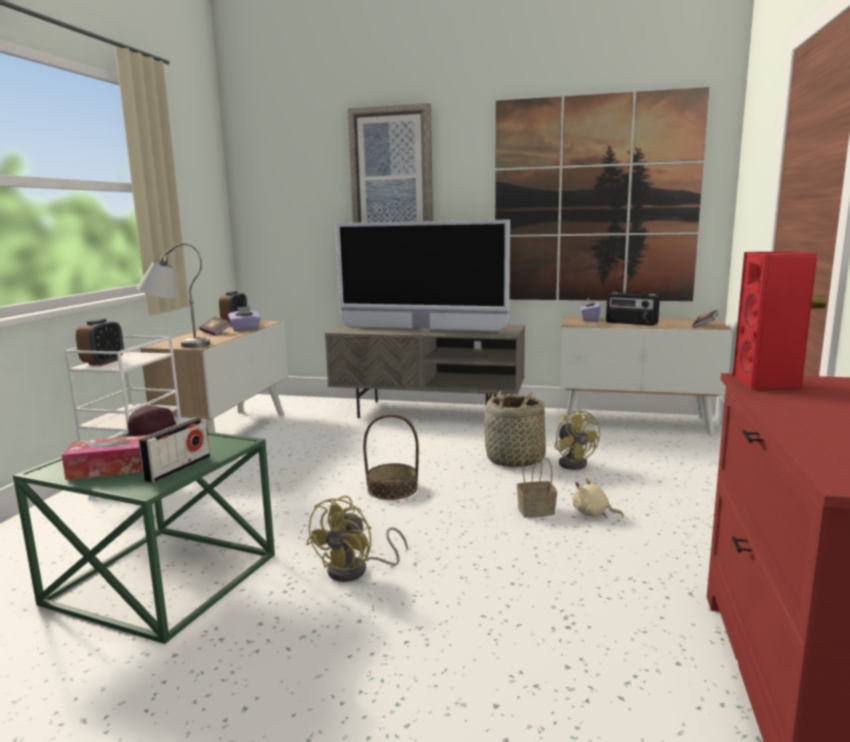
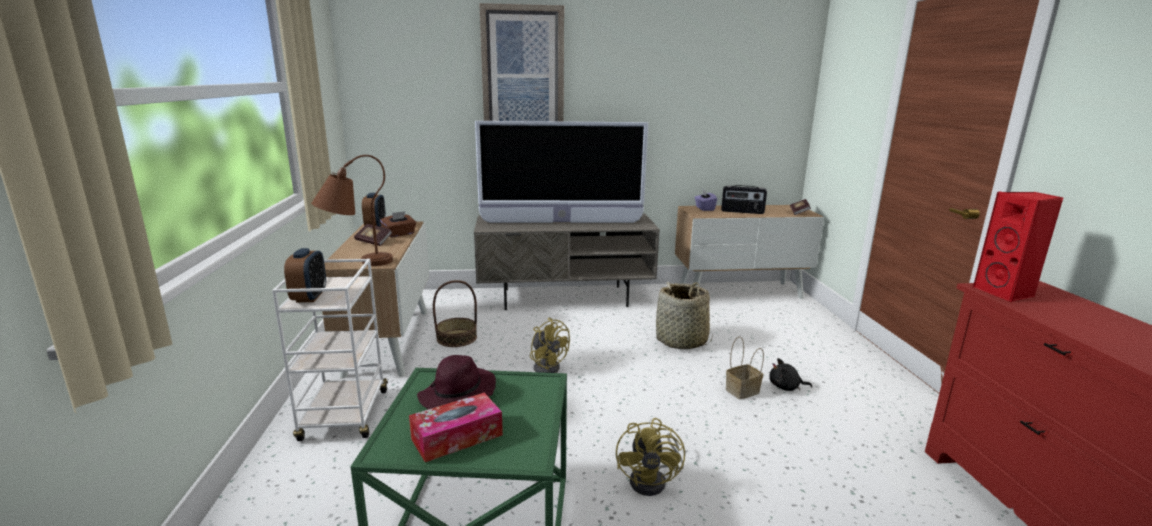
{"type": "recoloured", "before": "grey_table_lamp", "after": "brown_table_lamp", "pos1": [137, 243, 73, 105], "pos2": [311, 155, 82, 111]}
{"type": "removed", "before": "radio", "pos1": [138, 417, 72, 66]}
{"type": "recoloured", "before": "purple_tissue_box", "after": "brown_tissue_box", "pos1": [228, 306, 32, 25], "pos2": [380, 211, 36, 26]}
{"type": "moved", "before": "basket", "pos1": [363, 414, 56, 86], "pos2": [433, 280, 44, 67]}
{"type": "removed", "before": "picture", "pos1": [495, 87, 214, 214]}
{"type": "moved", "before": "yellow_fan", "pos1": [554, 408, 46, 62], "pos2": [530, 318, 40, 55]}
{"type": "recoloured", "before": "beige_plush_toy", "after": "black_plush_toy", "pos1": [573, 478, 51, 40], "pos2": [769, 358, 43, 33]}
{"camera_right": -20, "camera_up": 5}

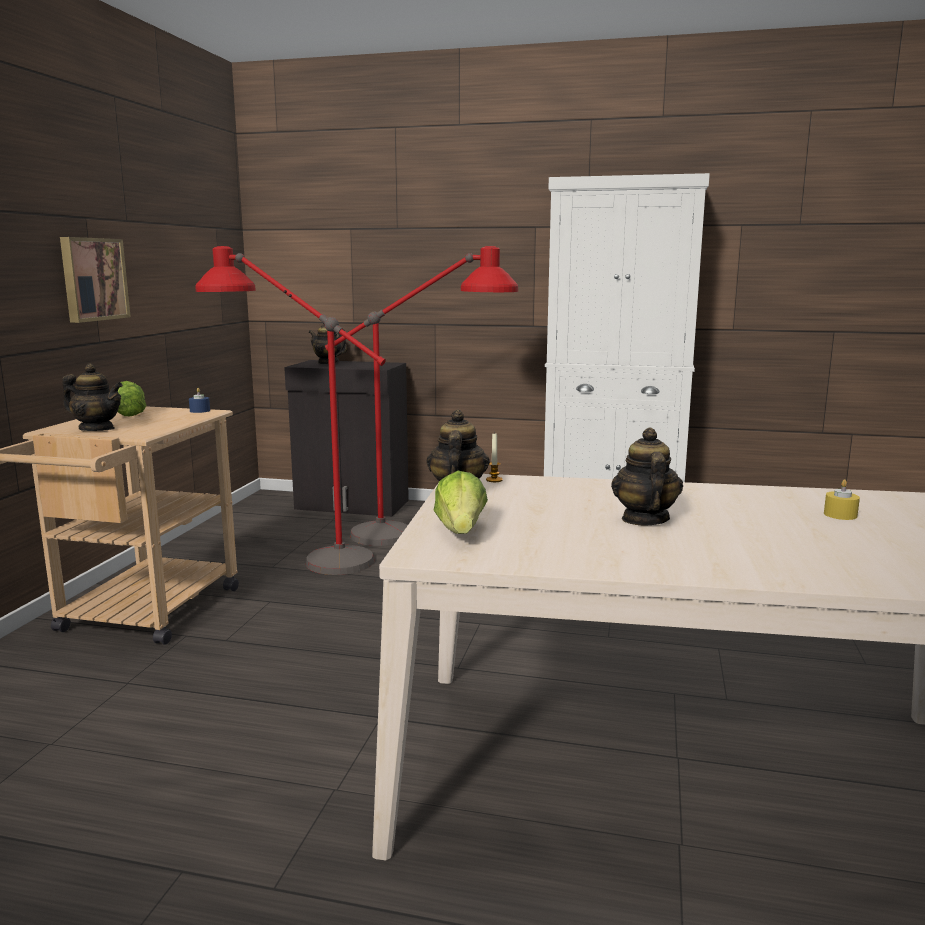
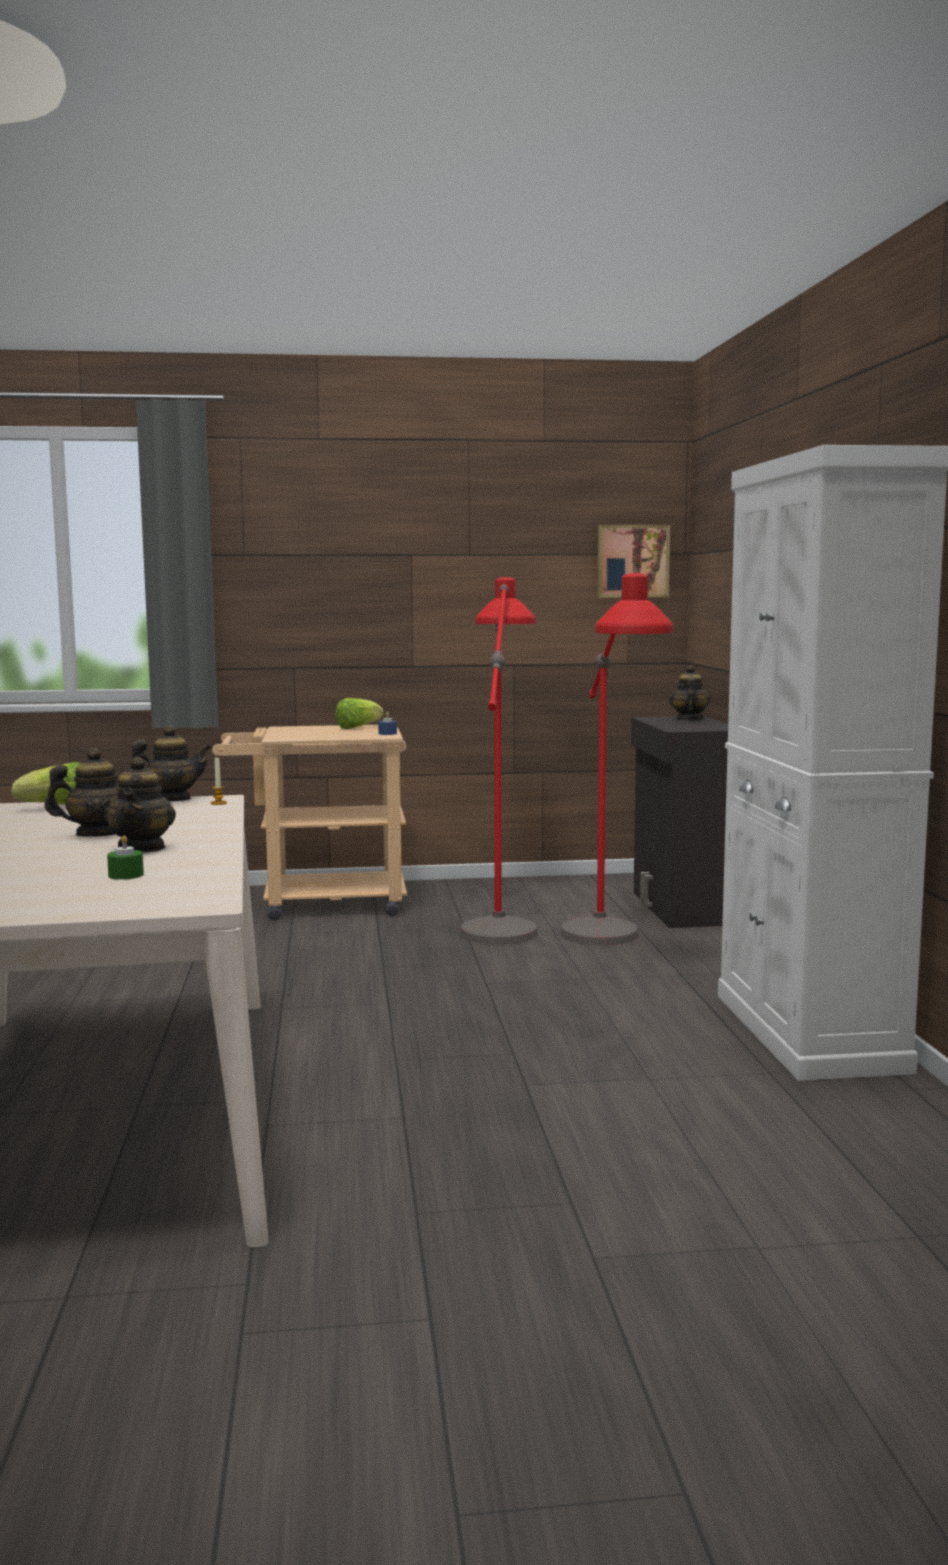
{"type": "moved", "before": "picture", "pos1": [60, 237, 71, 86], "pos2": [597, 525, 73, 73]}
{"type": "moved", "before": "teapot", "pos1": [62, 364, 61, 67], "pos2": [104, 757, 72, 95]}
{"type": "recoloured", "before": "yellow_candle", "after": "green_candle", "pos1": [824, 479, 36, 41], "pos2": [107, 835, 37, 45]}
{"camera_right": 70, "camera_up": -5}

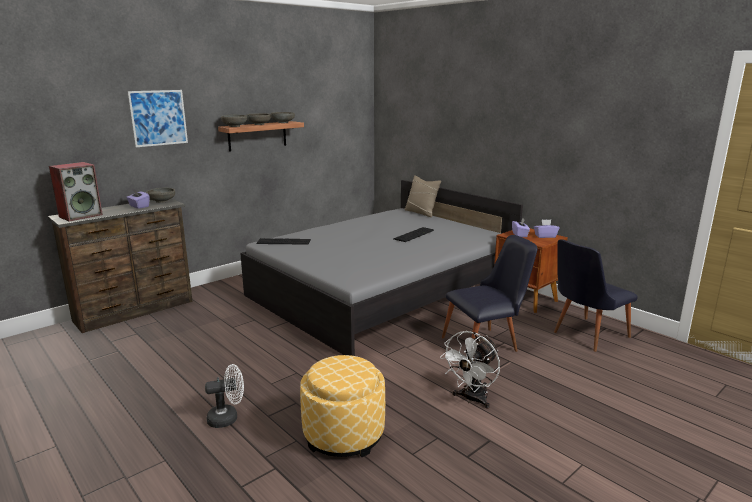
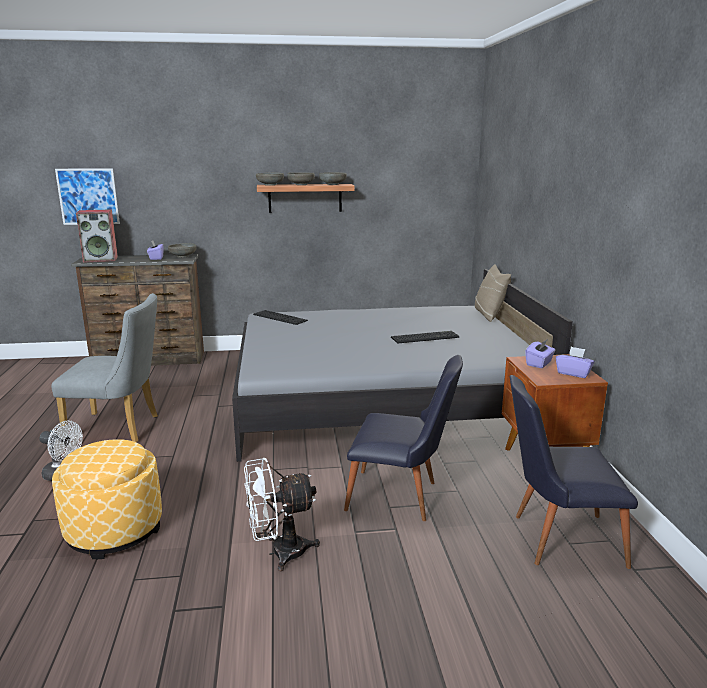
{"type": "moved", "before": "picture", "pos1": [127, 90, 61, 57], "pos2": [55, 168, 65, 57]}
{"type": "added", "after": "grey_chair", "pos2": [51, 293, 107, 149]}
{"camera_right": 35, "camera_up": 0}

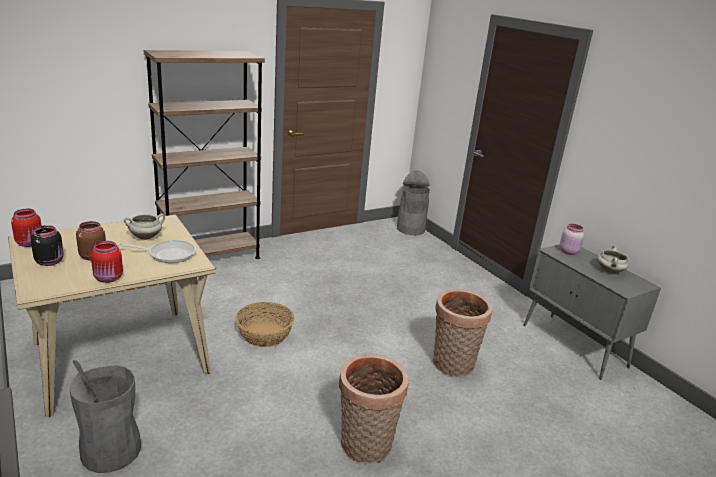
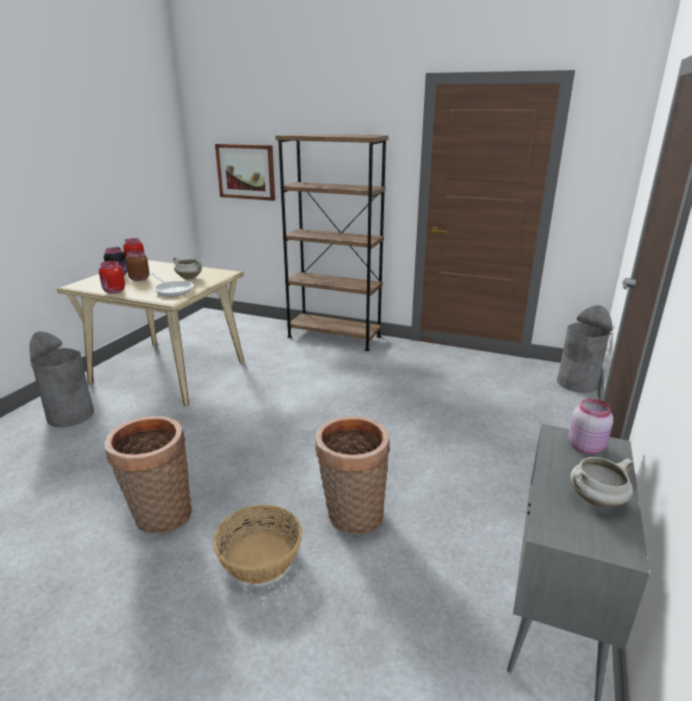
{"type": "moved", "before": "basket", "pos1": [235, 302, 59, 45], "pos2": [213, 505, 89, 79]}
{"type": "added", "after": "picture", "pos2": [215, 144, 60, 57]}
{"camera_right": 55, "camera_up": 0}

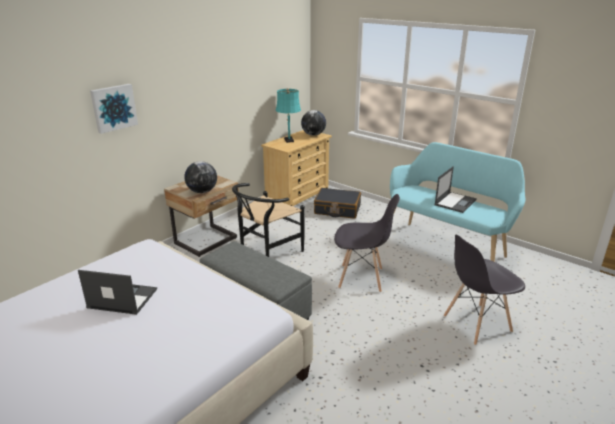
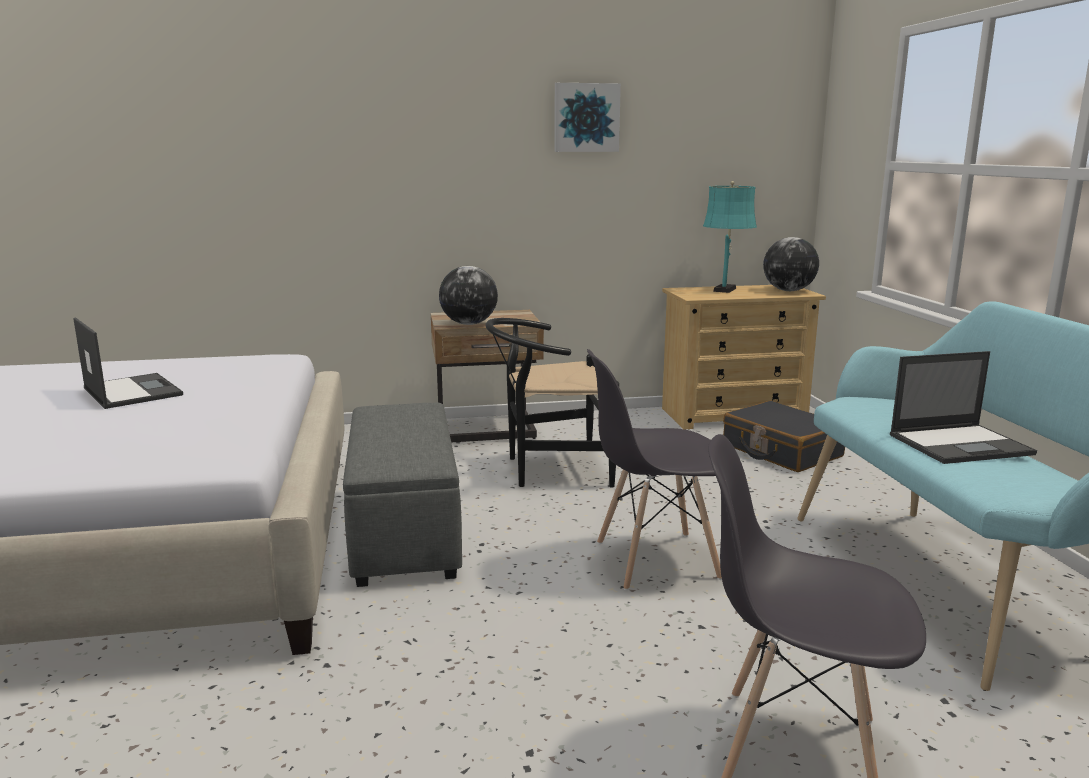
{"type": "moved", "before": "picture", "pos1": [90, 84, 48, 50], "pos2": [554, 83, 67, 69]}
{"type": "turned", "before": "grey_chair", "pos1": [334, 194, 66, 98], "pos2": [587, 349, 135, 241], "turn": 120}
{"camera_right": 40, "camera_up": -10}

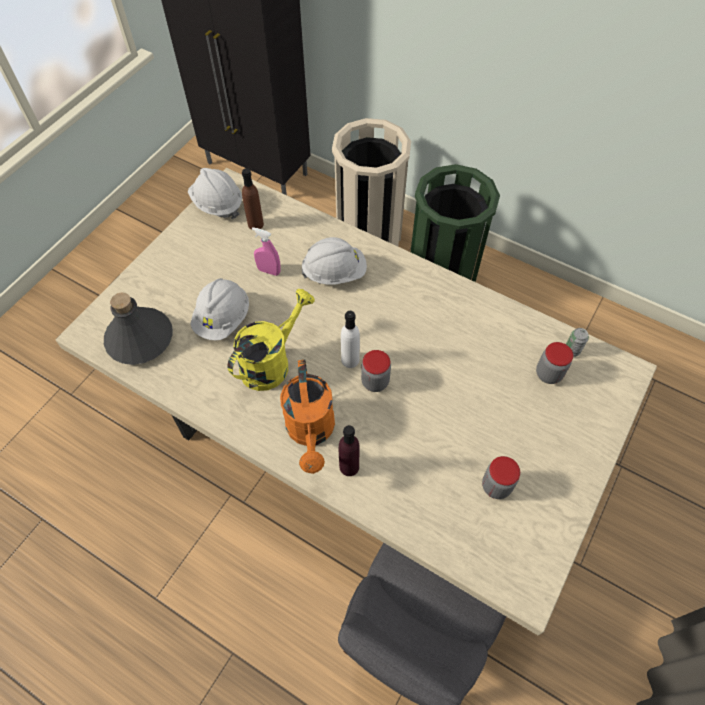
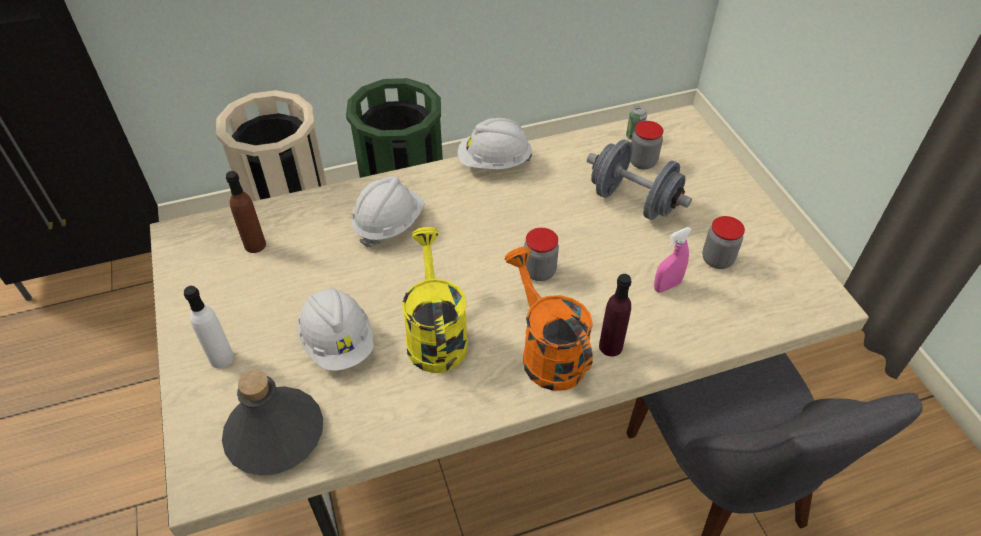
{"type": "moved", "before": "white_hard_hat", "pos1": [188, 168, 54, 51], "pos2": [458, 118, 74, 51]}
{"type": "moved", "before": "pink_spray_bottle", "pos1": [252, 227, 29, 49], "pos2": [654, 227, 38, 65]}
{"type": "turned", "before": "orange_watering_can", "pos1": [280, 360, 55, 114], "pos2": [504, 247, 89, 144], "turn": -150}
{"type": "moved", "before": "white_bottle", "pos1": [341, 311, 19, 57], "pos2": [184, 286, 50, 82]}
{"type": "added", "after": "grey_dumbbell", "pos2": [587, 139, 105, 81]}
{"camera_right": -50, "camera_up": -10}

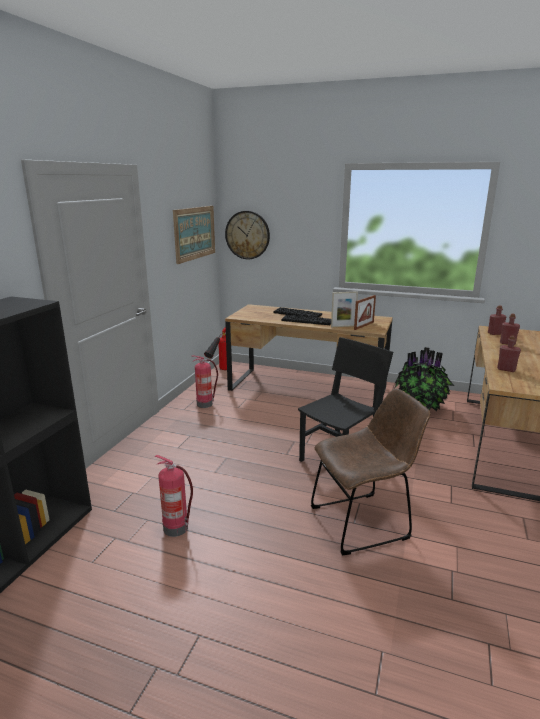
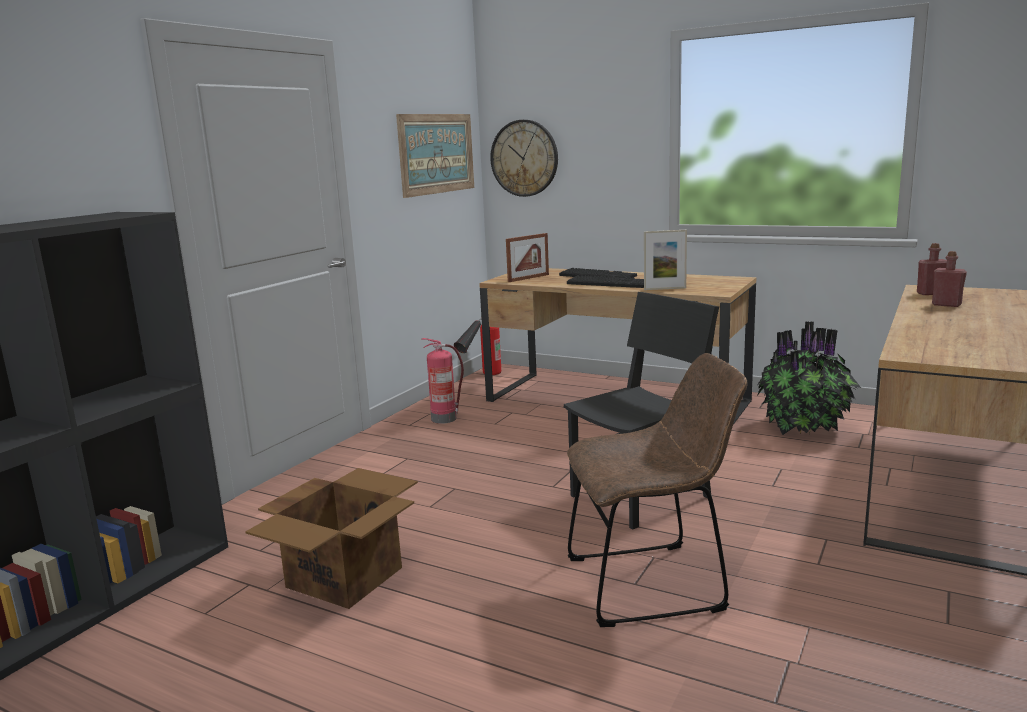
{"type": "replaced", "before": "fire_extinguisher", "after": "cardboard_box", "pos1": [155, 455, 38, 82], "pos2": [245, 468, 173, 141]}
{"type": "moved", "before": "picture_frame", "pos1": [354, 295, 22, 35], "pos2": [506, 233, 43, 49]}
{"type": "removed", "before": "red_bottle", "pos1": [497, 335, 24, 37]}
{"camera_right": 10, "camera_up": -5}

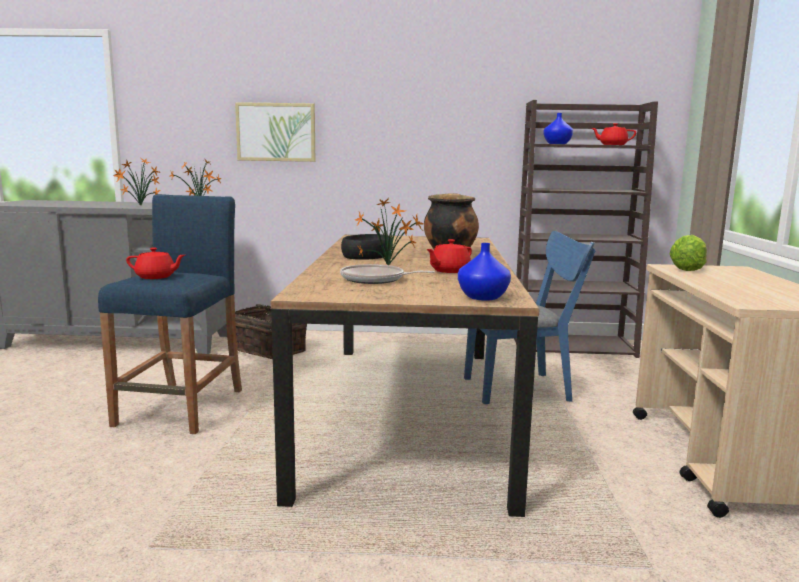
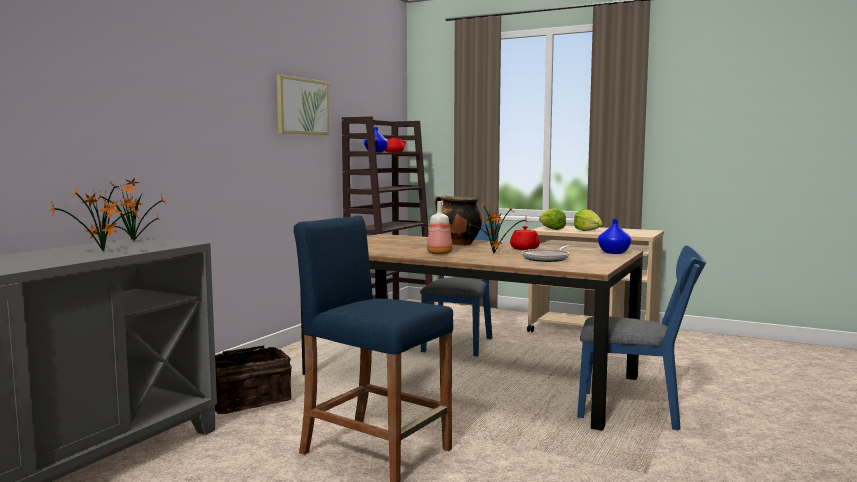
{"type": "removed", "before": "red_teapot", "pos1": [126, 248, 59, 31]}
{"type": "moved", "before": "picture", "pos1": [235, 102, 80, 60], "pos2": [277, 74, 52, 61]}
{"type": "replaced", "before": "black_bowl", "after": "bottle", "pos1": [341, 234, 52, 26], "pos2": [427, 201, 26, 54]}
{"type": "added", "after": "lettuce", "pos2": [574, 209, 29, 22]}
{"type": "added", "after": "blue_chair", "pos2": [577, 245, 129, 186]}
{"camera_right": -65, "camera_up": -5}

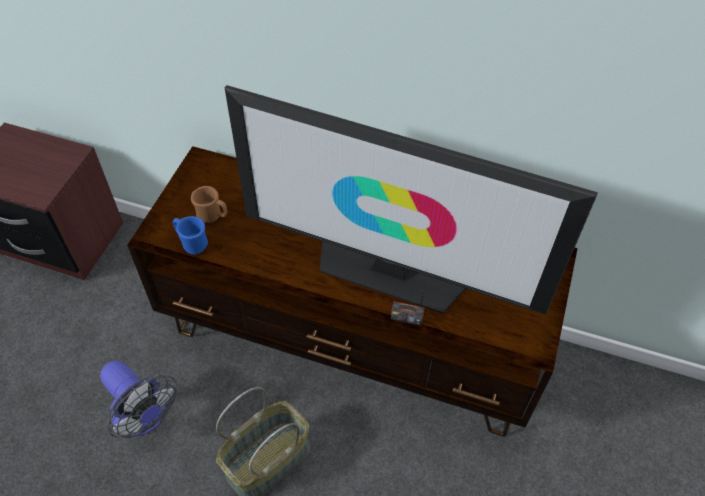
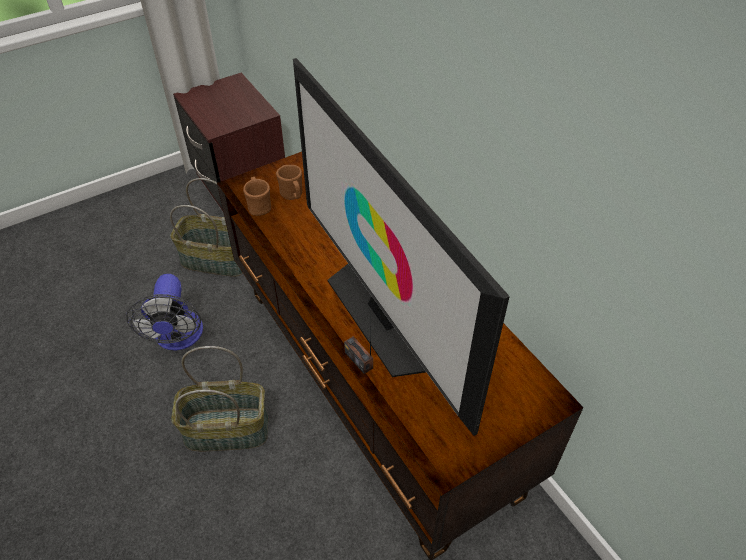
{"type": "recoloured", "before": "blue_mug", "after": "brown_mug", "pos1": [172, 216, 36, 39], "pos2": [243, 177, 28, 39]}
{"type": "added", "after": "basket", "pos2": [170, 178, 73, 98]}
{"camera_right": 40, "camera_up": -5}

